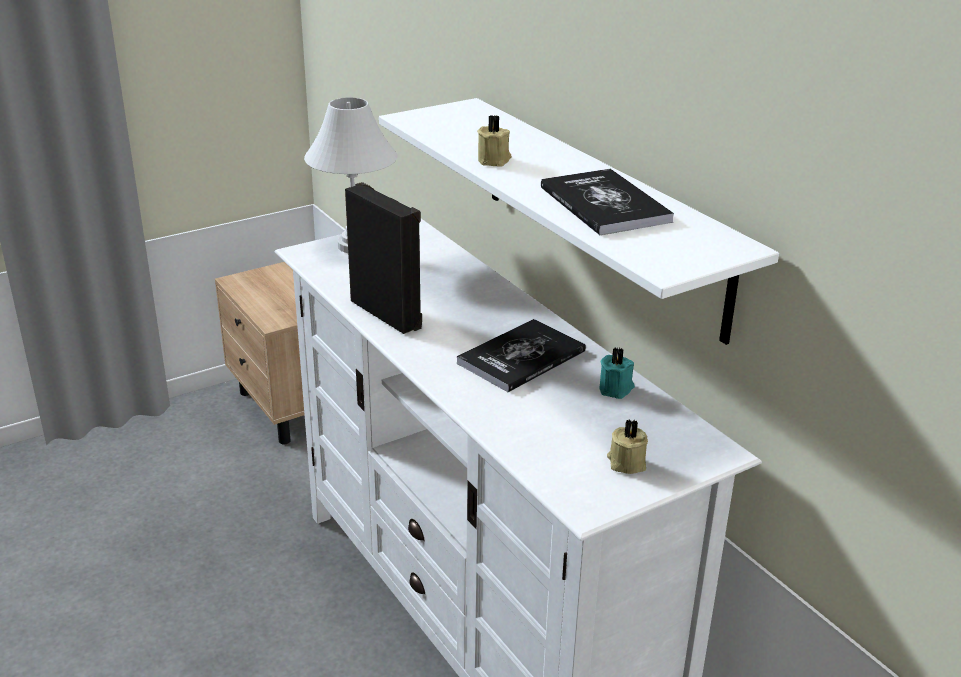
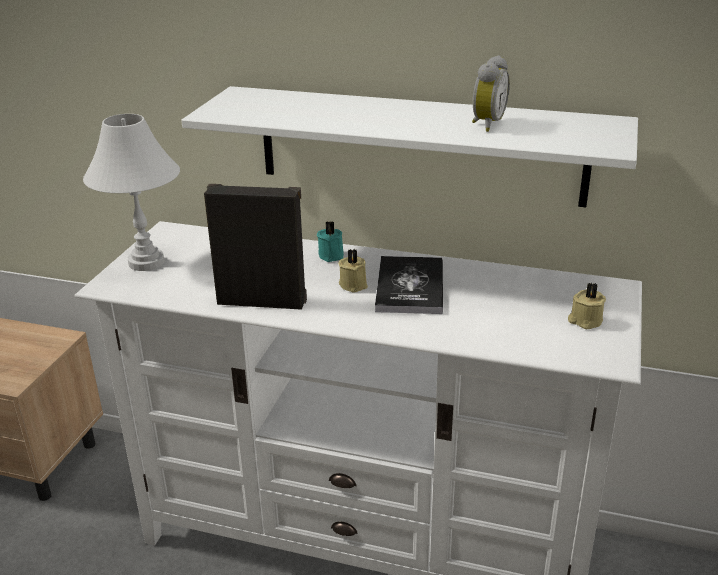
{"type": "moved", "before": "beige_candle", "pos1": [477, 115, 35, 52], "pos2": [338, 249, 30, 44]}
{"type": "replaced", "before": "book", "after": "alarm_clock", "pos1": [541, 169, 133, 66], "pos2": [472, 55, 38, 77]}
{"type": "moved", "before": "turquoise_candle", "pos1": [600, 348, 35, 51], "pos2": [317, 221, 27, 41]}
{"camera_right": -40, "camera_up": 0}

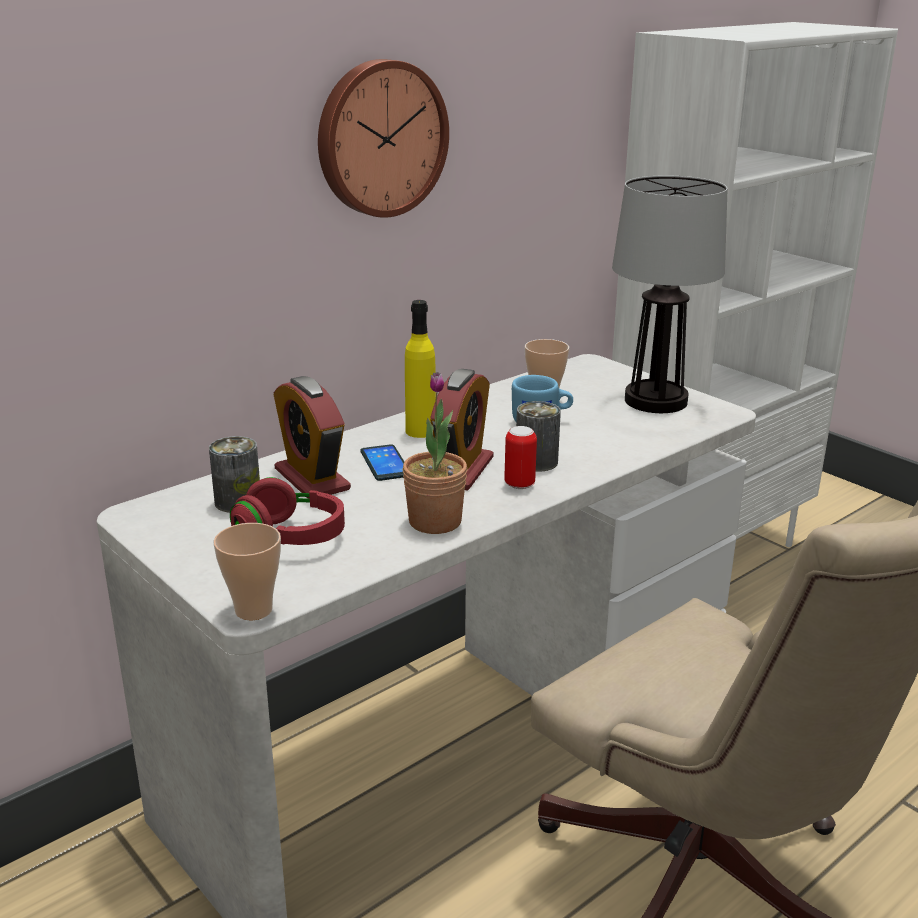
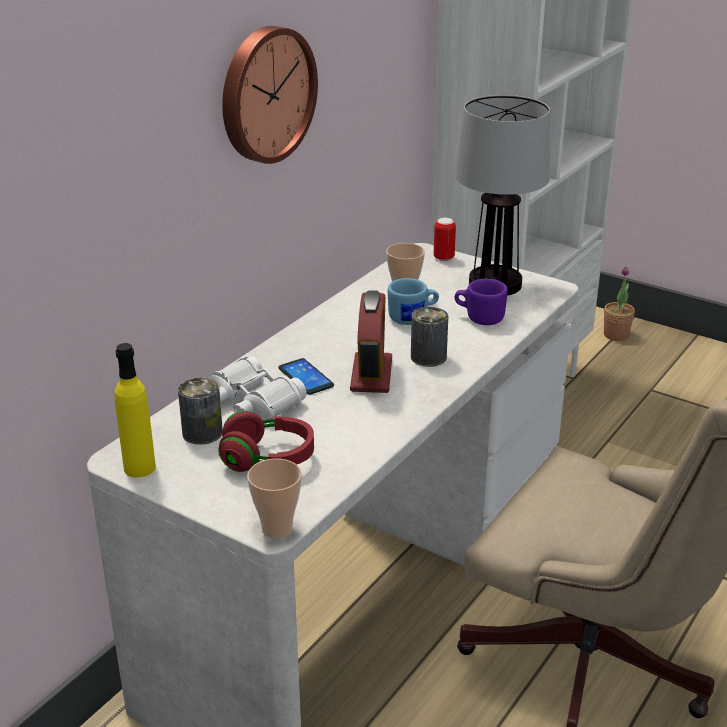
{"type": "replaced", "before": "alarm_clock", "after": "white_binoculars", "pos1": [273, 376, 78, 123], "pos2": [208, 356, 99, 65]}
{"type": "moved", "before": "potted_plant", "pos1": [403, 372, 64, 162], "pos2": [604, 267, 31, 74]}
{"type": "moved", "before": "yellow_bottle", "pos1": [405, 300, 31, 138], "pos2": [115, 343, 41, 135]}
{"type": "moved", "before": "can", "pos1": [504, 426, 33, 63], "pos2": [434, 218, 22, 43]}
{"type": "added", "after": "purple_mug", "pos2": [455, 279, 53, 46]}
{"camera_right": -15, "camera_up": 5}

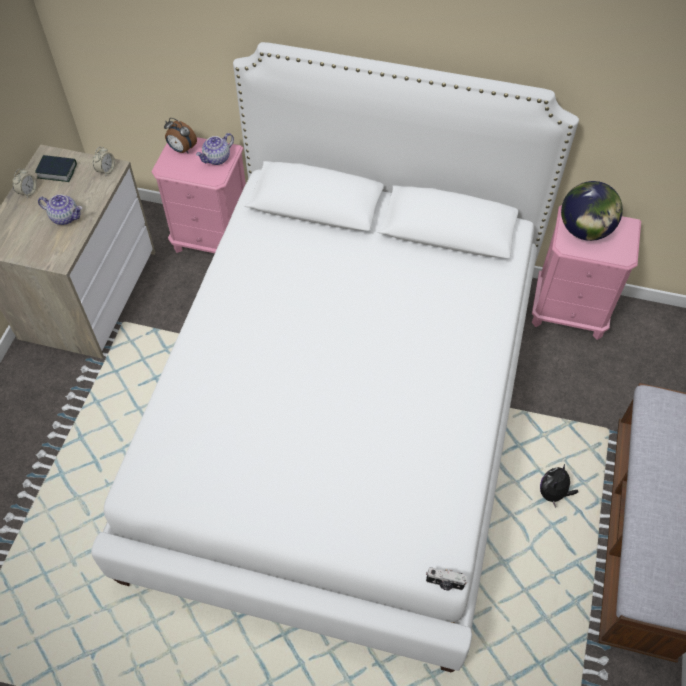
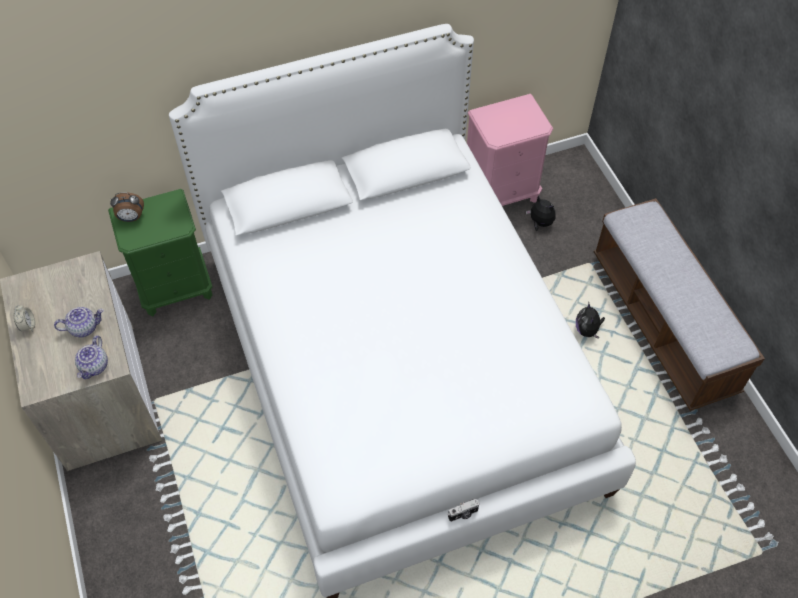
{"type": "removed", "before": "book", "pos1": [35, 155, 42, 27]}
{"type": "removed", "before": "alarm_clock", "pos1": [93, 147, 22, 28]}
{"type": "recoloured", "before": "pink_nightstand", "after": "green_nightstand", "pos1": [151, 137, 95, 116], "pos2": [108, 189, 104, 127]}
{"type": "moved", "before": "teapot", "pos1": [196, 133, 38, 32], "pos2": [75, 335, 33, 44]}
{"type": "moved", "before": "photo_camera", "pos1": [426, 567, 42, 23], "pos2": [448, 499, 32, 23]}
{"type": "removed", "before": "globe", "pos1": [561, 181, 62, 60]}
{"type": "added", "after": "plush_toy", "pos2": [526, 195, 29, 36]}
{"camera_right": -35, "camera_up": 0}

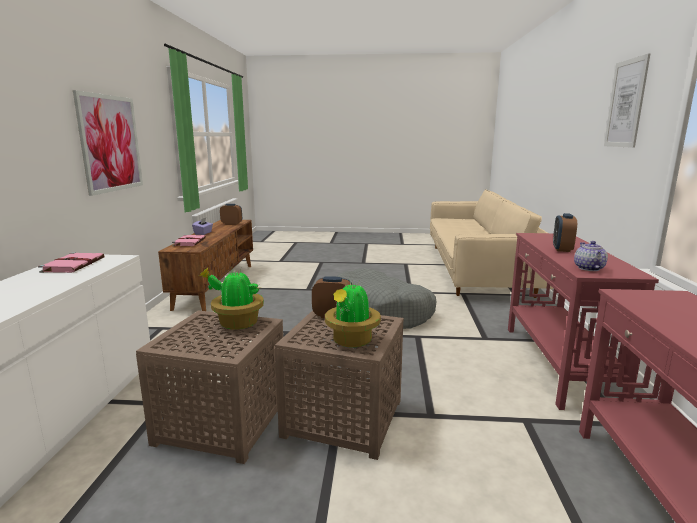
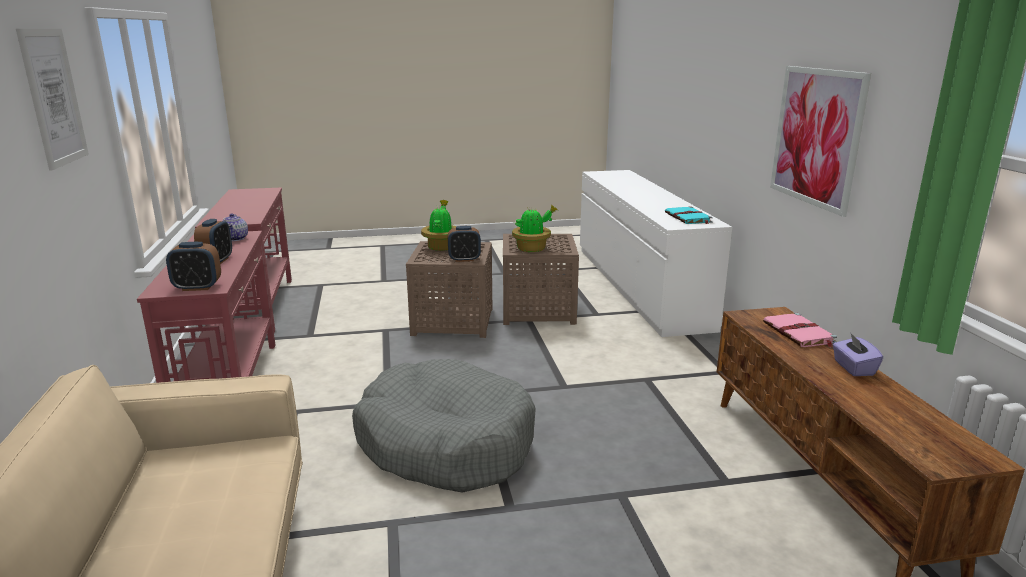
{"type": "recoloured", "before": "pink_book", "after": "turquoise_book", "pos1": [38, 252, 67, 21], "pos2": [665, 206, 48, 18]}
{"type": "moved", "before": "alarm_clock", "pos1": [220, 204, 22, 21], "pos2": [166, 242, 55, 49]}
{"camera_right": 165, "camera_up": 5}

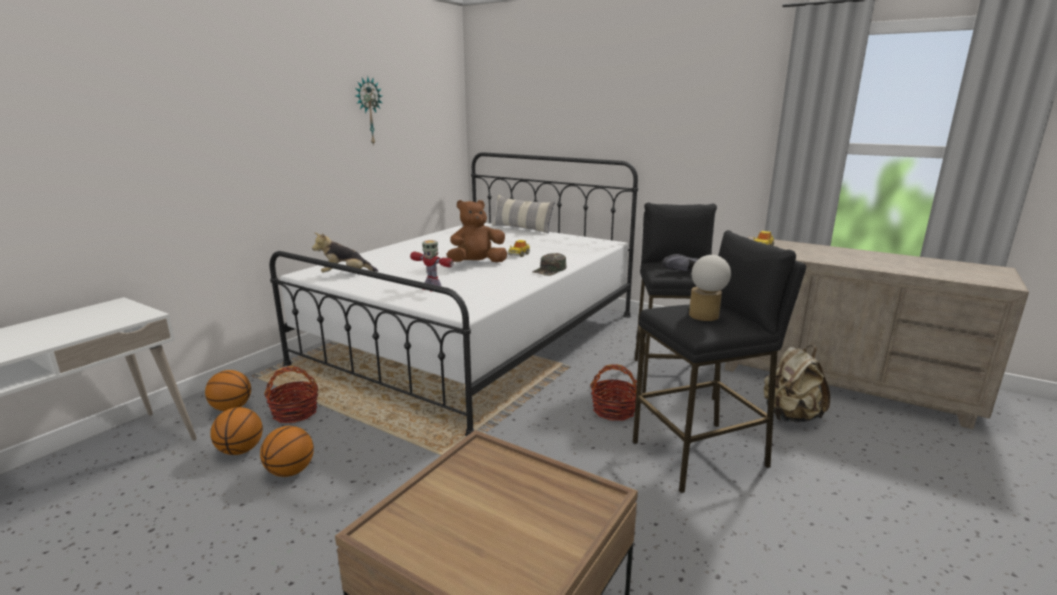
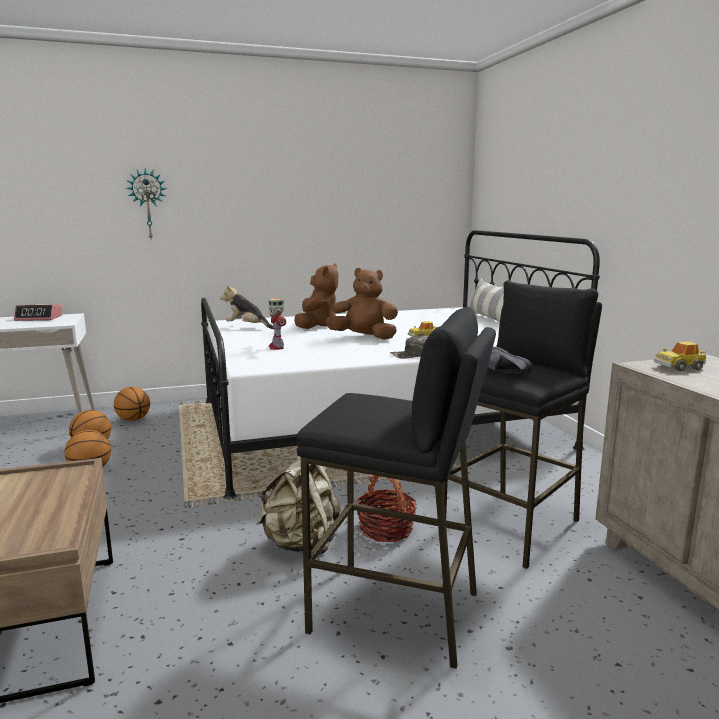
{"type": "removed", "before": "basket", "pos1": [264, 366, 55, 57]}
{"type": "moved", "before": "wall_clock", "pos1": [355, 76, 27, 70], "pos2": [126, 168, 41, 71]}
{"type": "removed", "before": "table_lamp", "pos1": [689, 255, 42, 66]}
{"type": "moved", "before": "beige_backpack", "pos1": [764, 346, 66, 76], "pos2": [256, 456, 85, 101]}
{"type": "added", "after": "alarm_clock", "pos2": [14, 304, 48, 17]}
{"type": "added", "after": "brown_plush_toy", "pos2": [294, 264, 44, 65]}
{"camera_right": 40, "camera_up": -5}

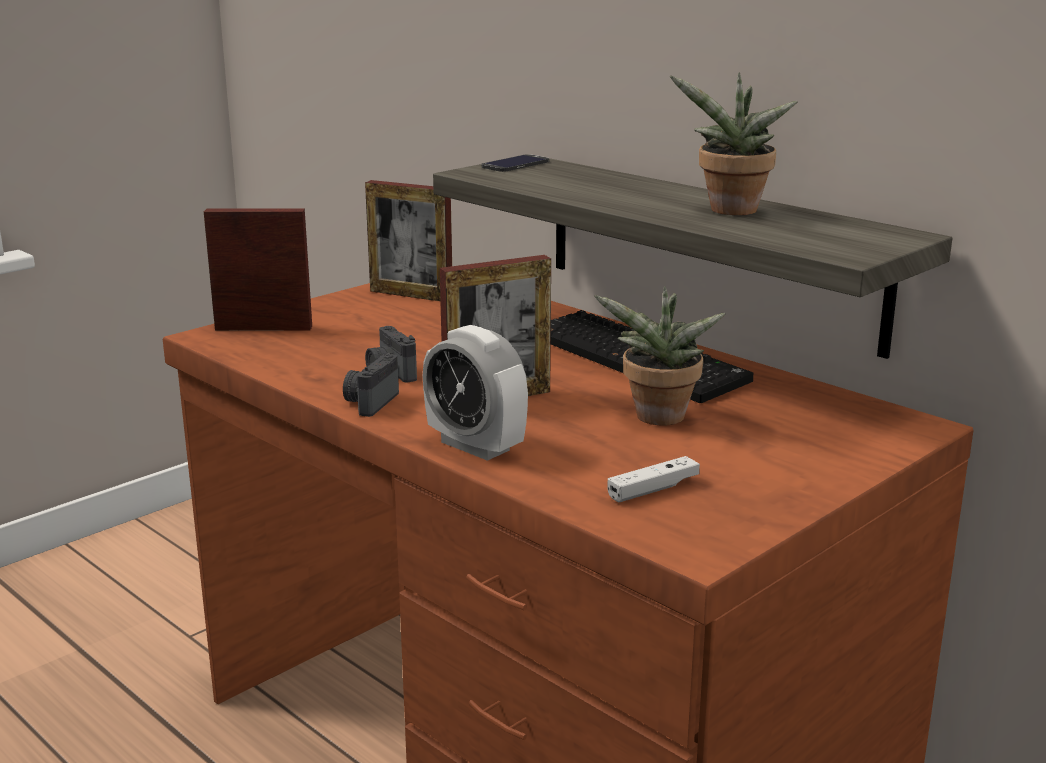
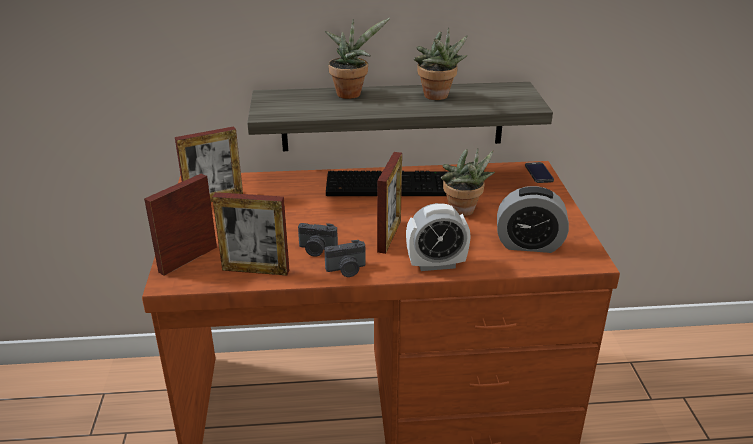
{"type": "turned", "before": "photo_camera", "pos1": [343, 354, 56, 63], "pos2": [324, 240, 42, 37], "turn": -75}
{"type": "moved", "before": "phone", "pos1": [482, 154, 67, 18], "pos2": [525, 162, 29, 21]}
{"type": "replaced", "before": "white_game_controller", "after": "alarm_clock", "pos1": [608, 456, 92, 46], "pos2": [497, 186, 72, 67]}
{"type": "added", "after": "picture_frame", "pos2": [212, 192, 77, 83]}
{"type": "added", "after": "potted_plant", "pos2": [325, 18, 65, 81]}
{"camera_right": -50, "camera_up": 10}

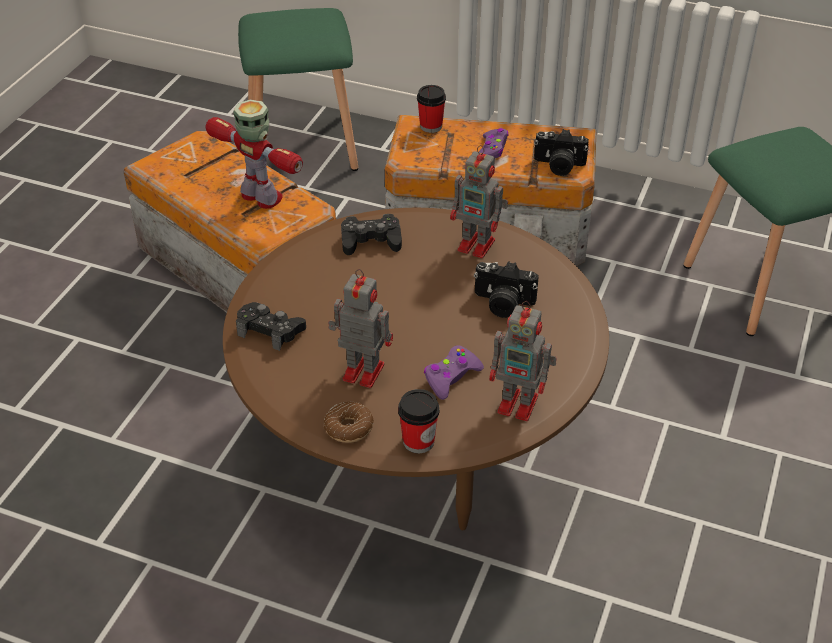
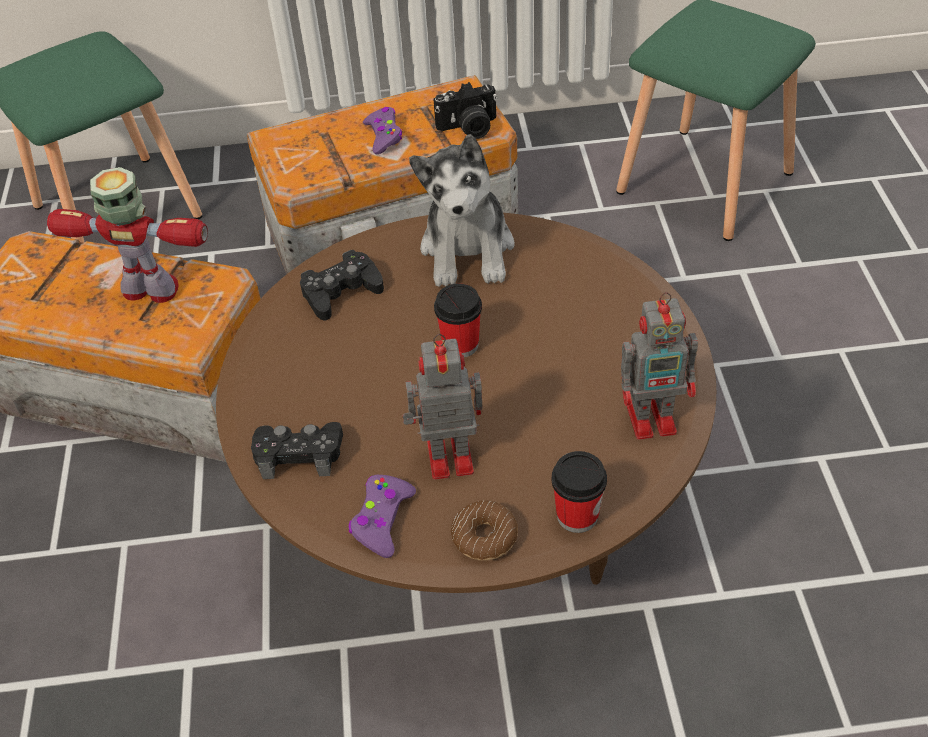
{"type": "moved", "before": "cup", "pos1": [417, 85, 29, 48], "pos2": [434, 284, 48, 74]}
{"type": "moved", "before": "purple_game_controller", "pos1": [424, 345, 60, 55], "pos2": [348, 475, 68, 83]}
{"type": "replaced", "before": "toy_robot", "after": "plush_toy", "pos1": [450, 145, 58, 113], "pos2": [409, 134, 106, 153]}
{"type": "removed", "before": "photo_camera", "pos1": [474, 261, 65, 57]}
{"camera_right": -25, "camera_up": 5}

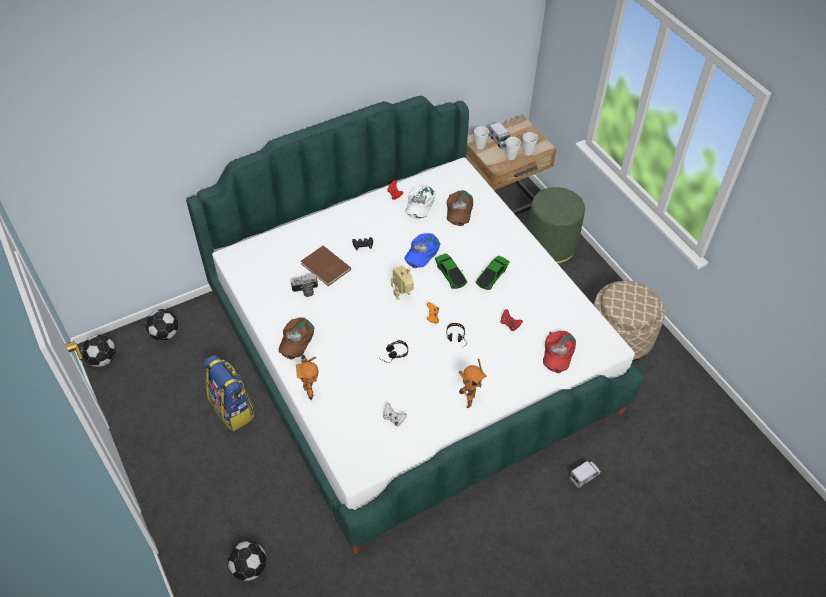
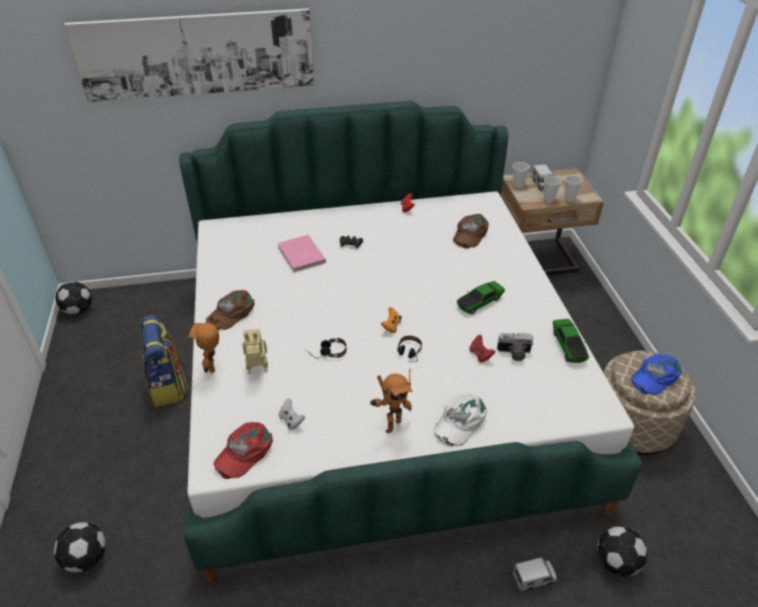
{"type": "moved", "before": "football", "pos1": [145, 309, 33, 32], "pos2": [597, 526, 51, 50]}
{"type": "moved", "before": "photo_camera", "pos1": [291, 274, 27, 23], "pos2": [497, 333, 37, 28]}
{"type": "recoloured", "before": "brown_book", "after": "pink_book", "pos1": [301, 246, 50, 40], "pos2": [278, 235, 48, 37]}
{"type": "moved", "before": "toy_robot", "pos1": [391, 265, 23, 35], "pos2": [242, 329, 26, 45]}
{"type": "moved", "before": "blue_cap", "pos1": [404, 233, 37, 35], "pos2": [631, 354, 51, 41]}
{"type": "moved", "before": "white_cap", "pos1": [405, 185, 30, 35], "pos2": [434, 394, 53, 53]}
{"type": "moved", "before": "toy_car", "pos1": [435, 253, 32, 36], "pos2": [553, 319, 36, 44]}
{"type": "removed", "before": "green_ottoman", "pos1": [527, 187, 58, 77]}
{"type": "moved", "before": "red_cap", "pos1": [543, 331, 33, 42], "pos2": [214, 422, 59, 57]}
{"type": "added", "after": "picture", "pos2": [64, 8, 250, 94]}
{"camera_right": 20, "camera_up": -10}

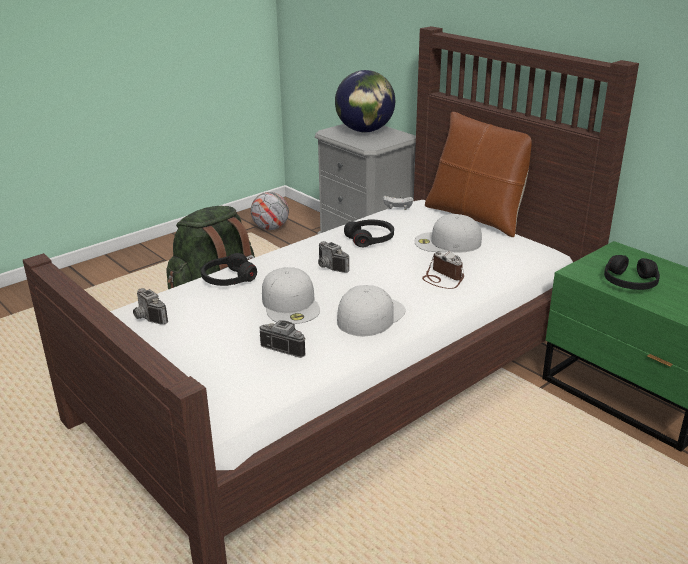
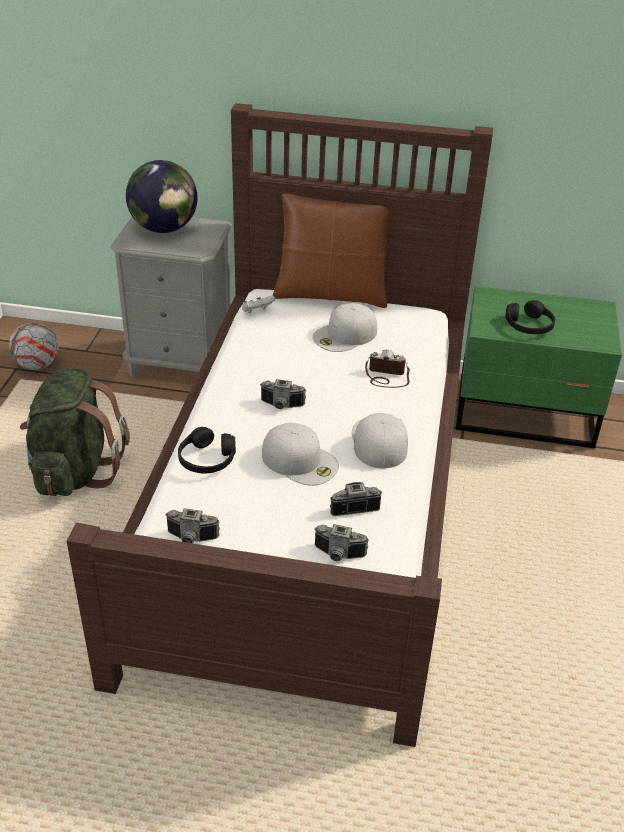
{"type": "removed", "before": "black_headphones", "pos1": [344, 220, 50, 27]}
{"type": "added", "after": "photo_camera", "pos2": [314, 524, 55, 37]}
{"camera_right": -40, "camera_up": 10}

